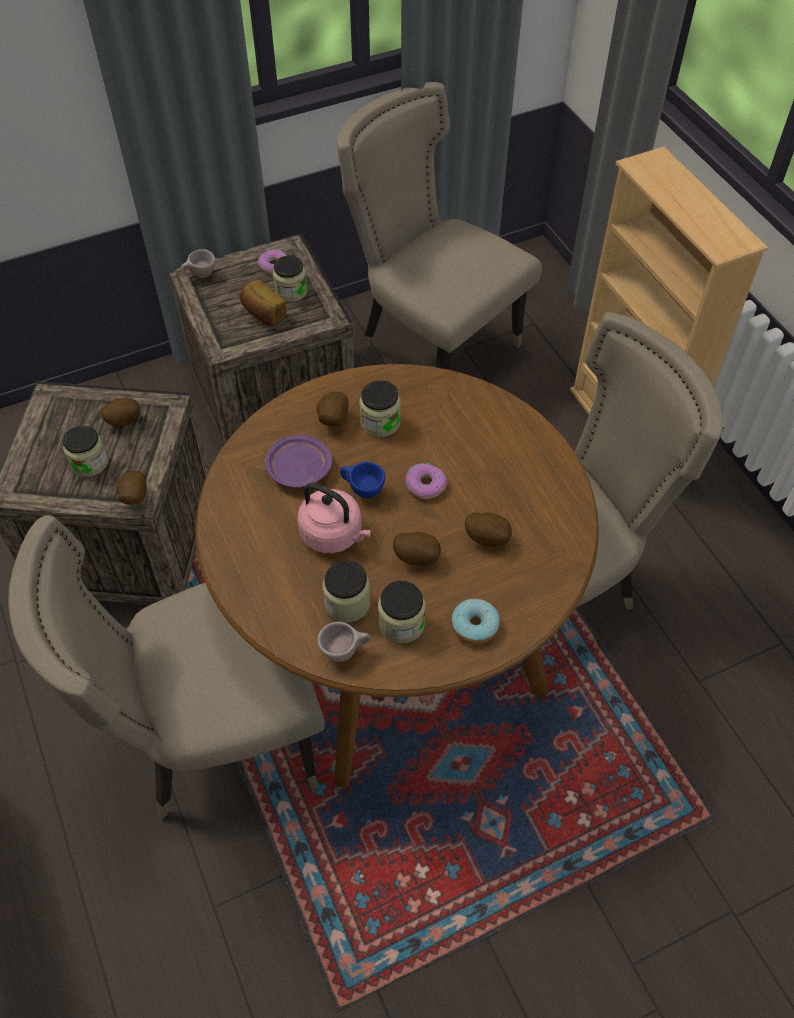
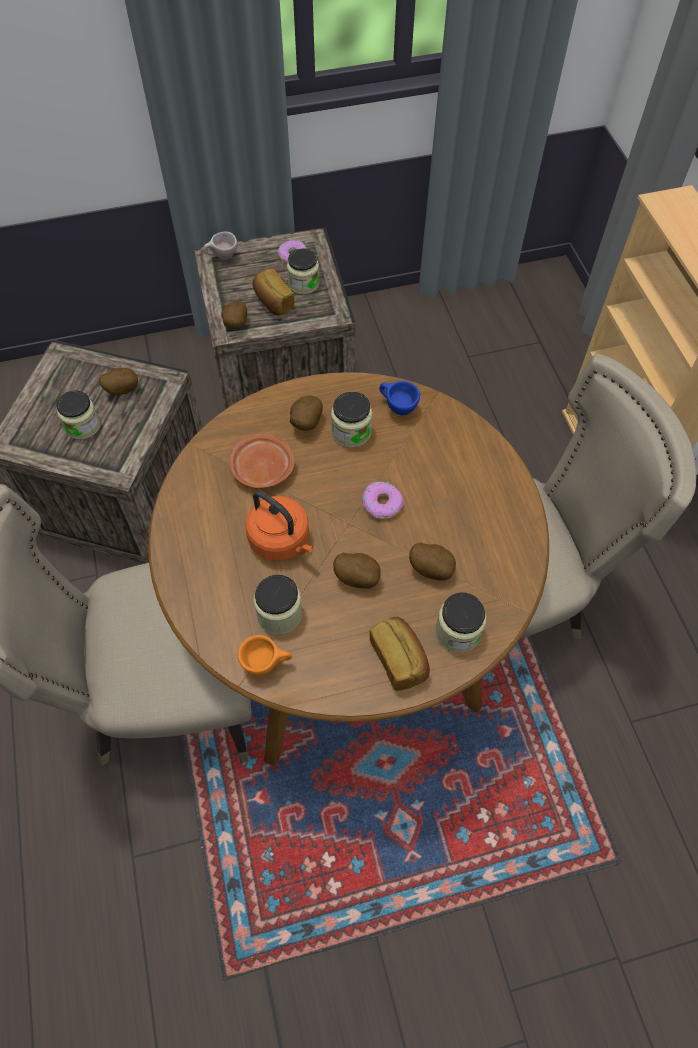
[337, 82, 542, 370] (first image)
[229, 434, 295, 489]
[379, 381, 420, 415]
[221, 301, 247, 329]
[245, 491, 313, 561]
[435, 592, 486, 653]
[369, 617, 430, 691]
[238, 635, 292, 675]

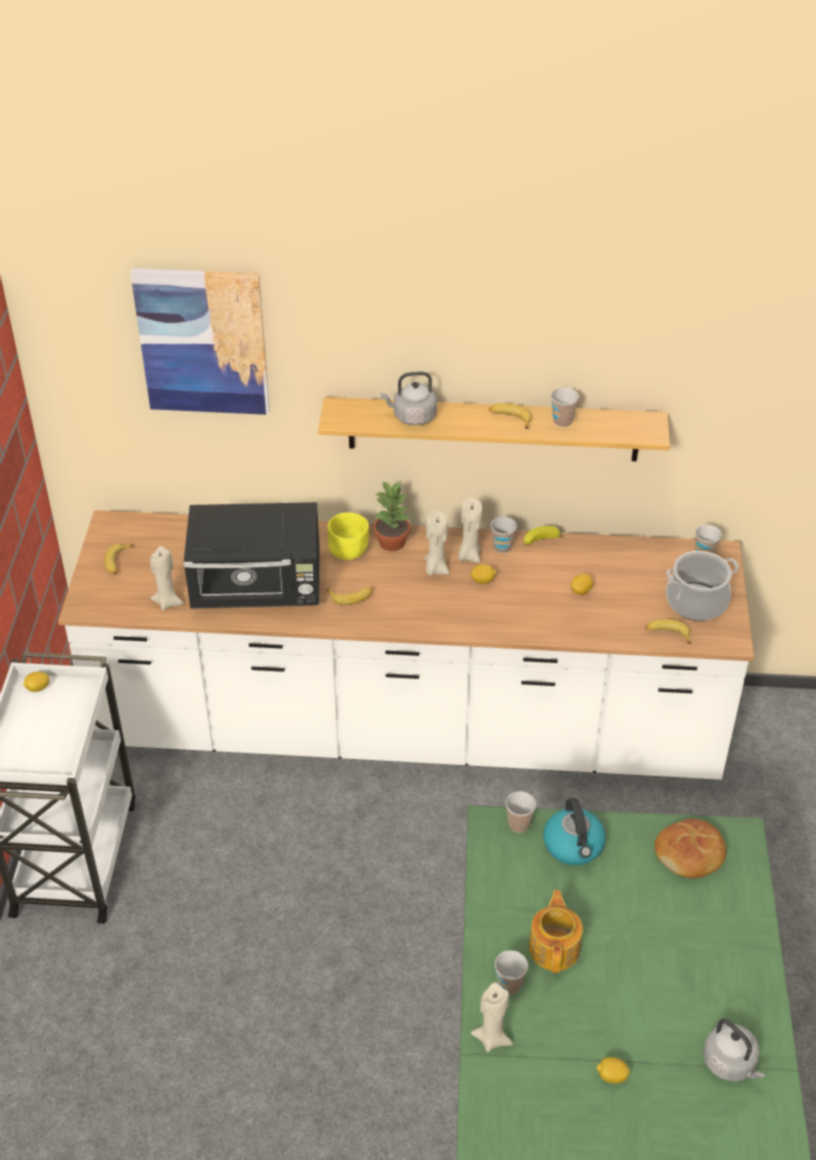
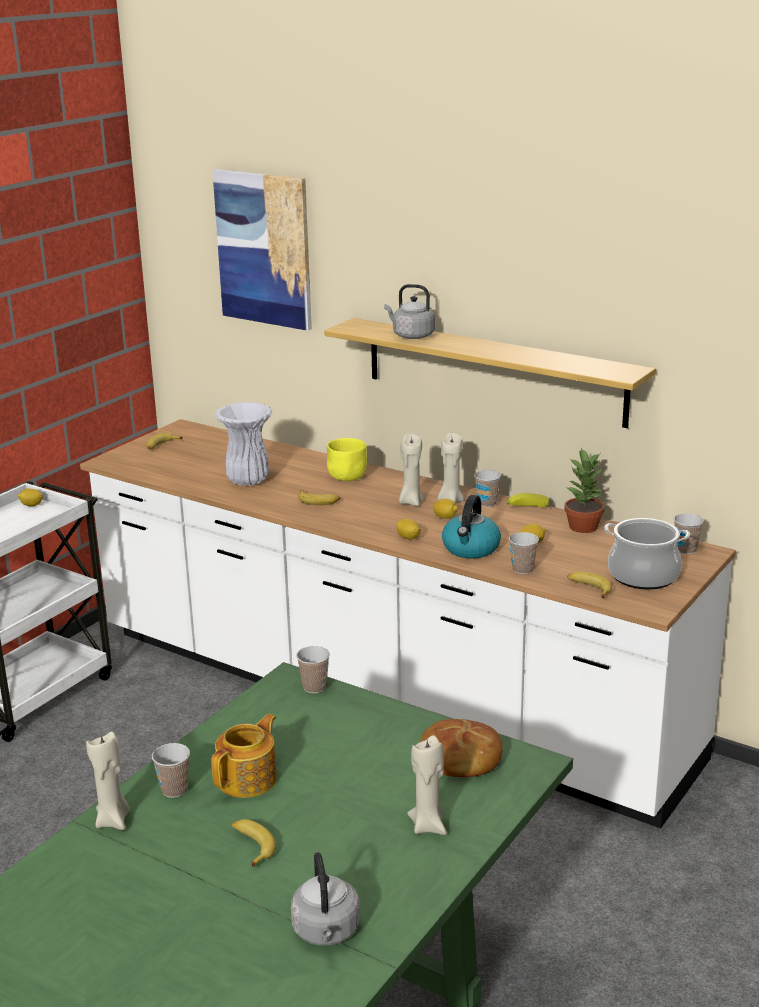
[509, 532, 539, 574]
[232, 819, 276, 867]
[565, 448, 604, 533]
[215, 402, 272, 486]
[407, 735, 447, 835]
[442, 495, 501, 559]
[396, 518, 421, 540]

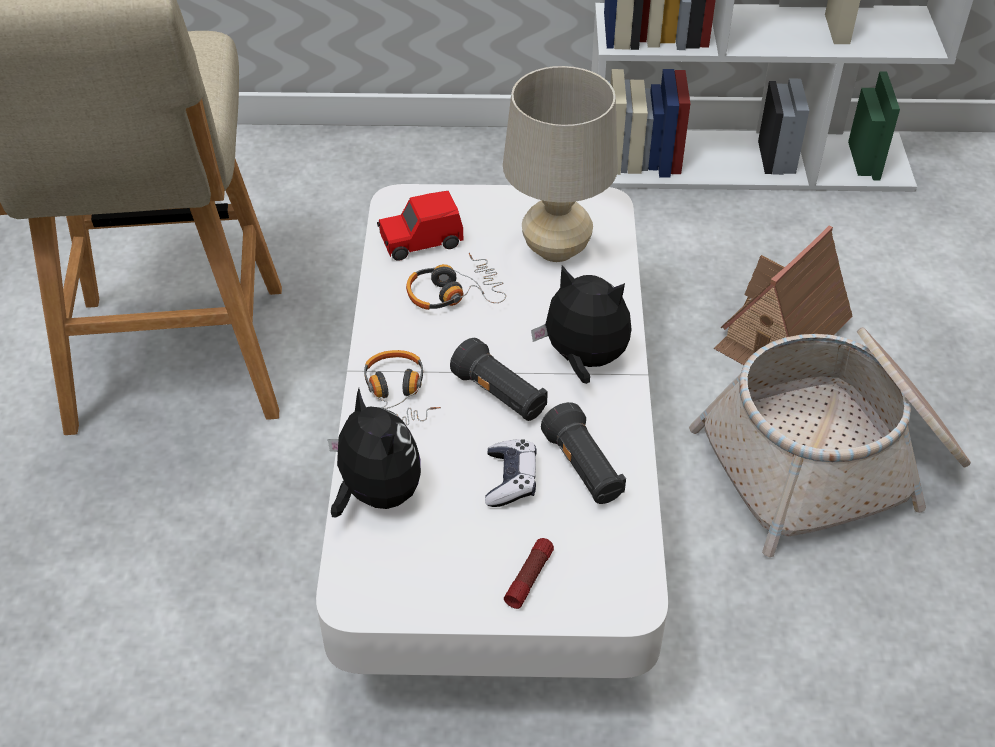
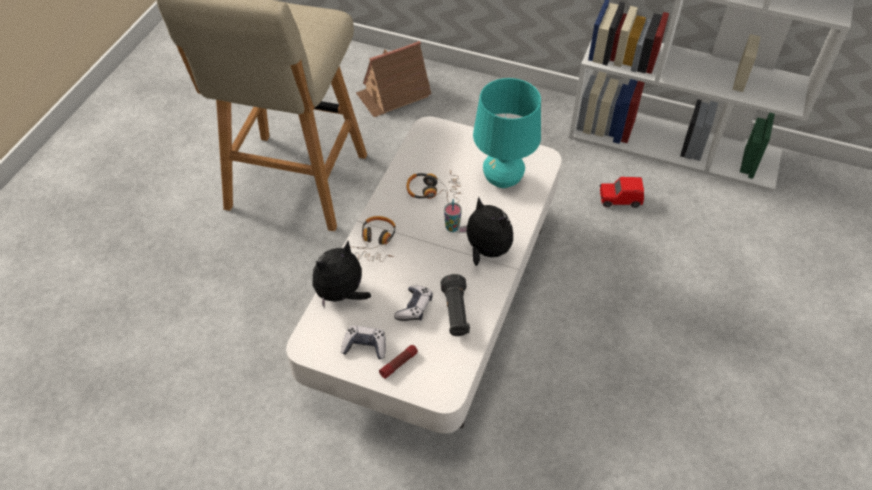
[473, 78, 541, 188]
[600, 177, 644, 208]
[356, 41, 431, 117]
[689, 327, 971, 557] (first image)
[450, 338, 548, 421] (first image)
[312, 241, 371, 309]
[444, 199, 462, 232]
[341, 326, 386, 359]

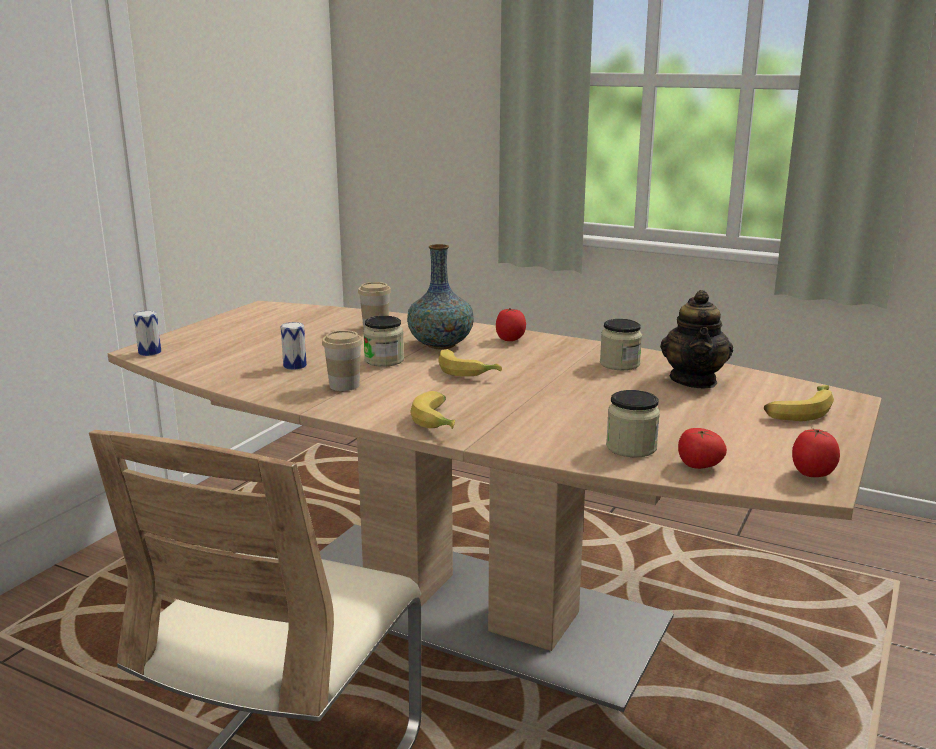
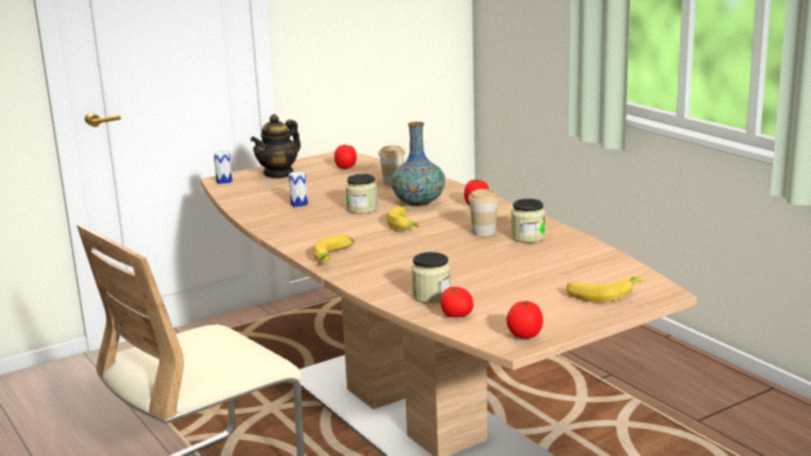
[251, 114, 301, 179]
[468, 189, 499, 236]
[334, 144, 357, 169]

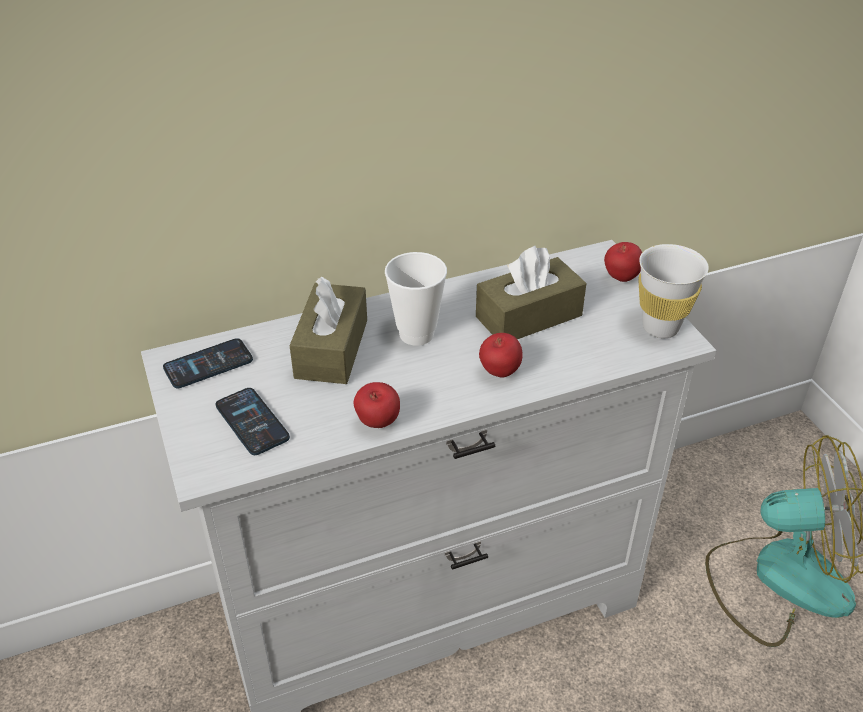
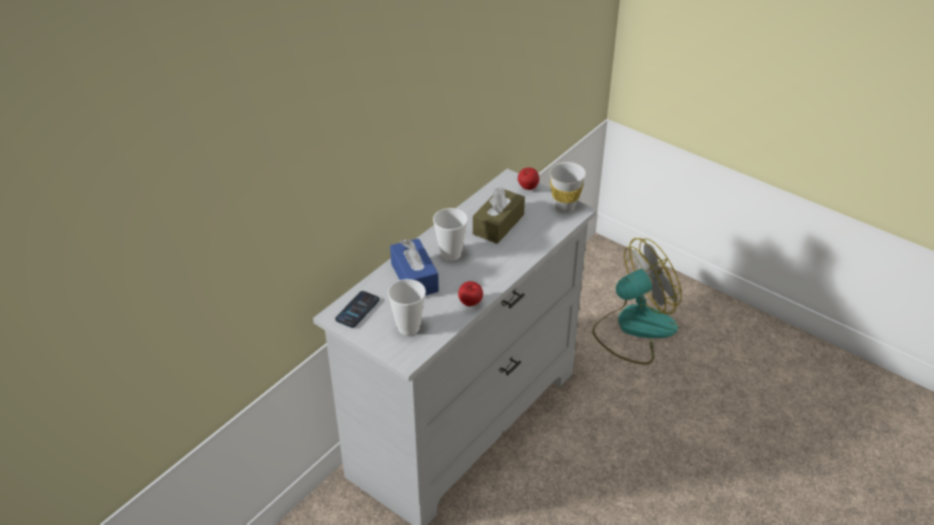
[390, 238, 439, 295]
[479, 333, 523, 378] (first image)
[388, 279, 426, 336]

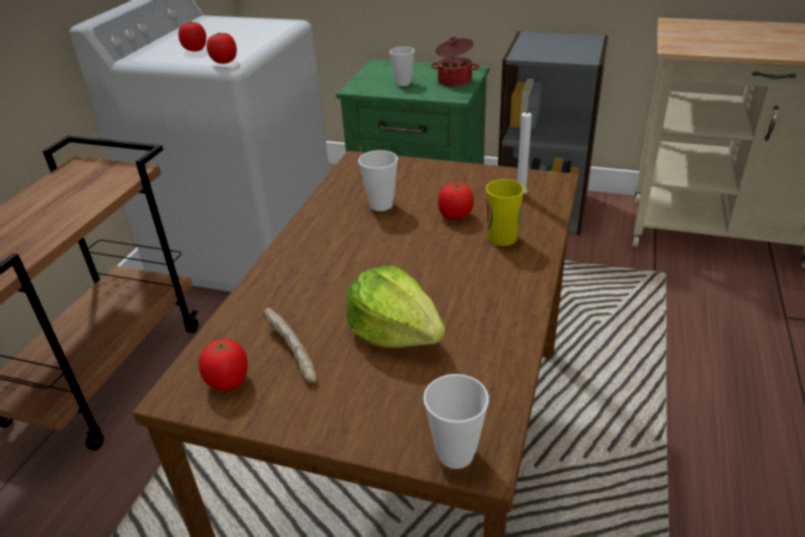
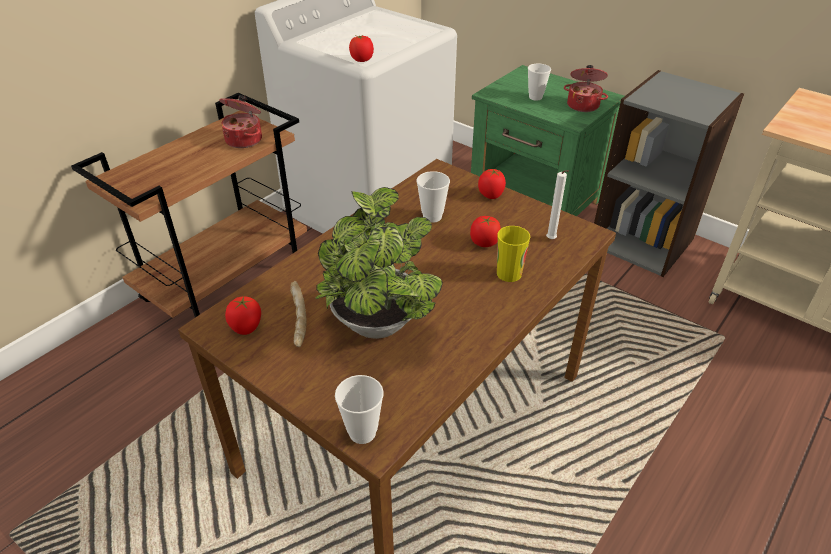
[478, 169, 506, 199]
[316, 187, 443, 339]
[219, 95, 262, 148]

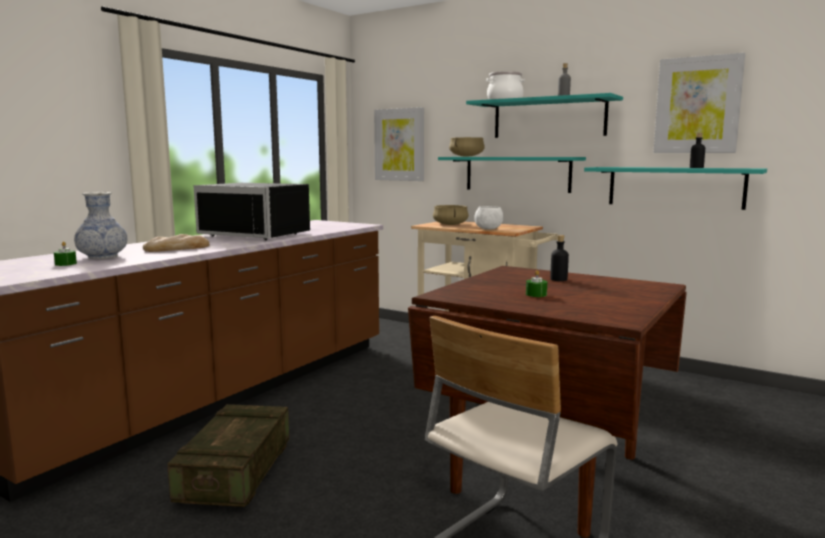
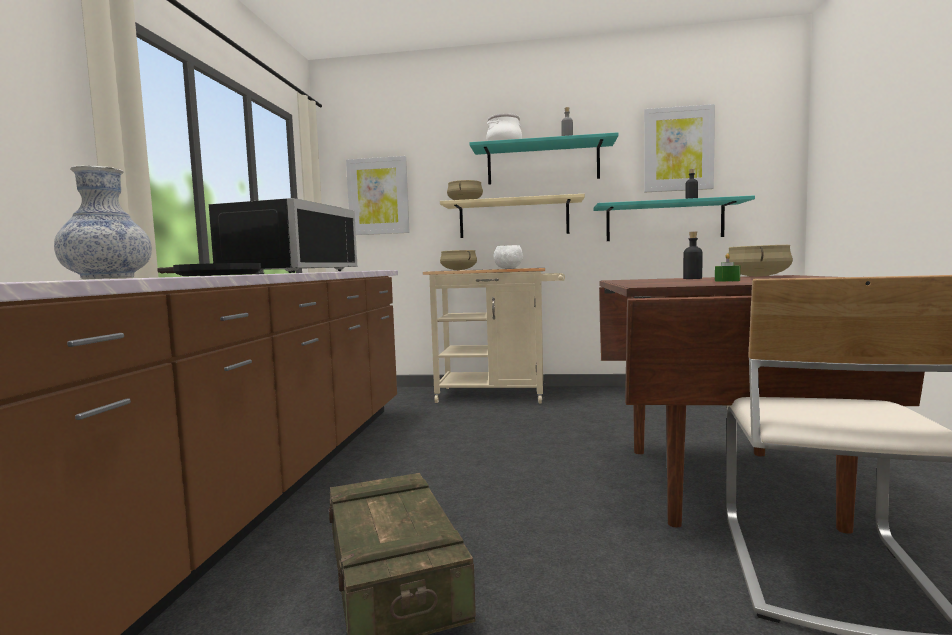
[440, 194, 585, 238]
[209, 198, 357, 275]
[157, 263, 261, 276]
[54, 241, 77, 266] (first image)
[728, 245, 793, 277]

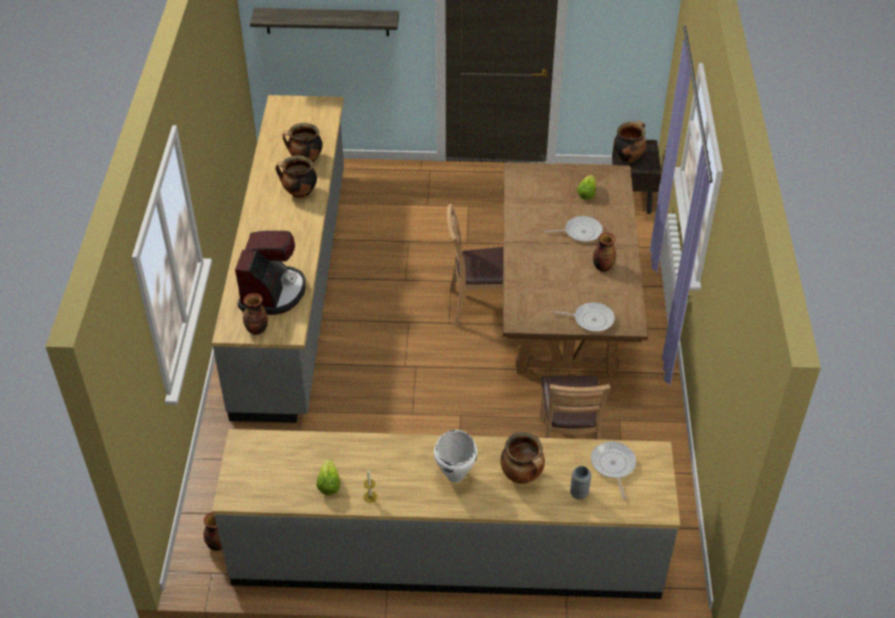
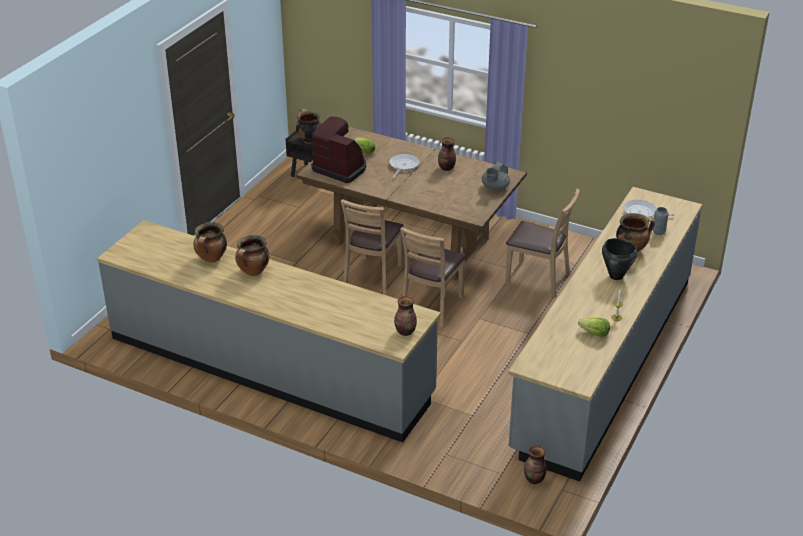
[250, 8, 399, 36] (first image)
[311, 117, 366, 183]
[482, 161, 510, 191]
[602, 238, 637, 280]
[400, 227, 466, 327]

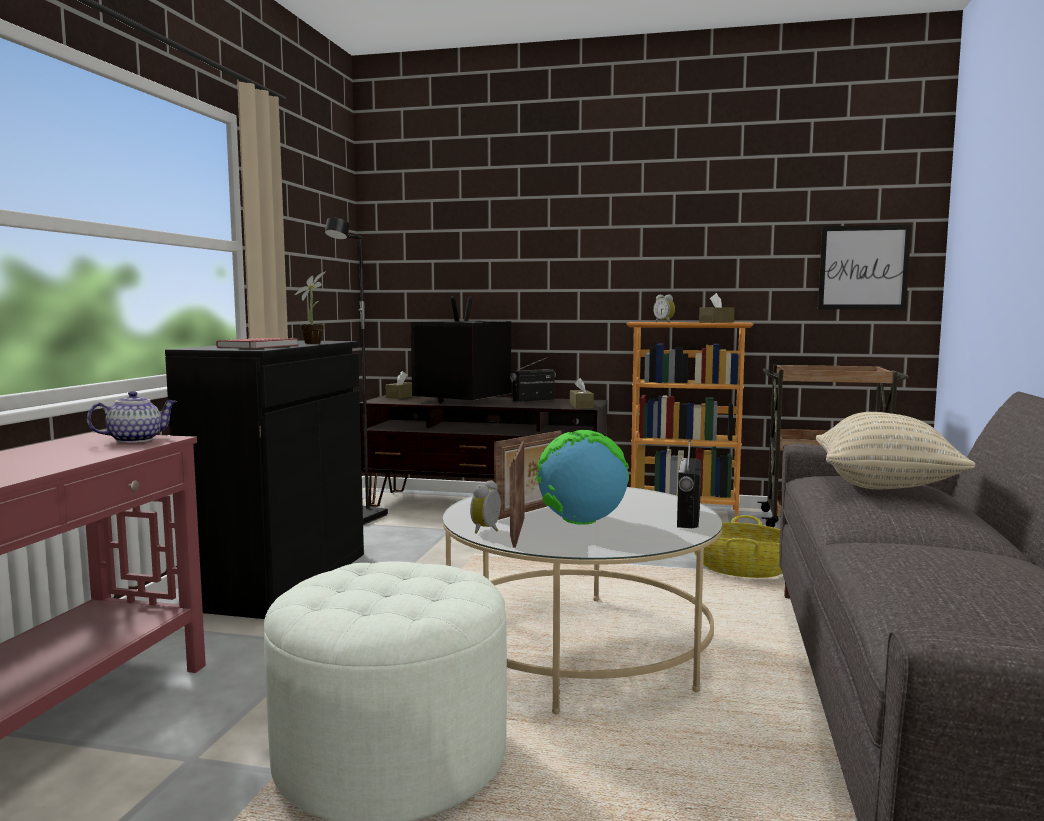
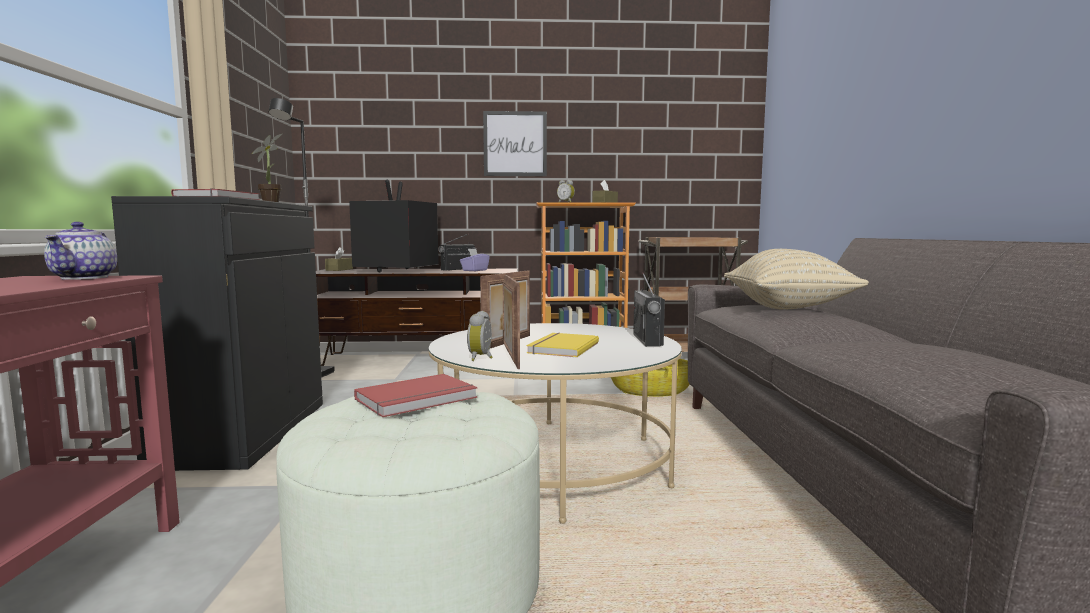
[483, 111, 547, 176]
[570, 378, 594, 409] (first image)
[44, 222, 117, 280]
[527, 333, 599, 357]
[460, 249, 490, 271]
[354, 374, 478, 417]

